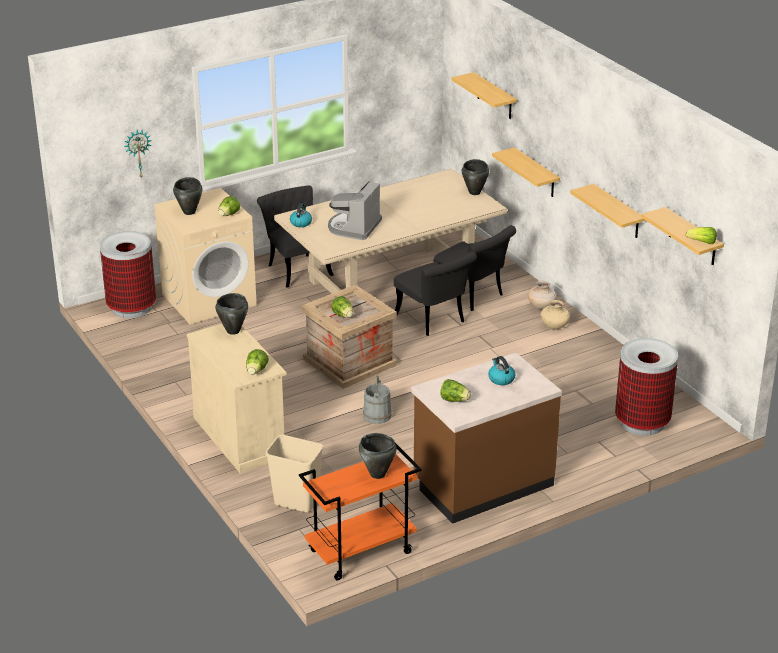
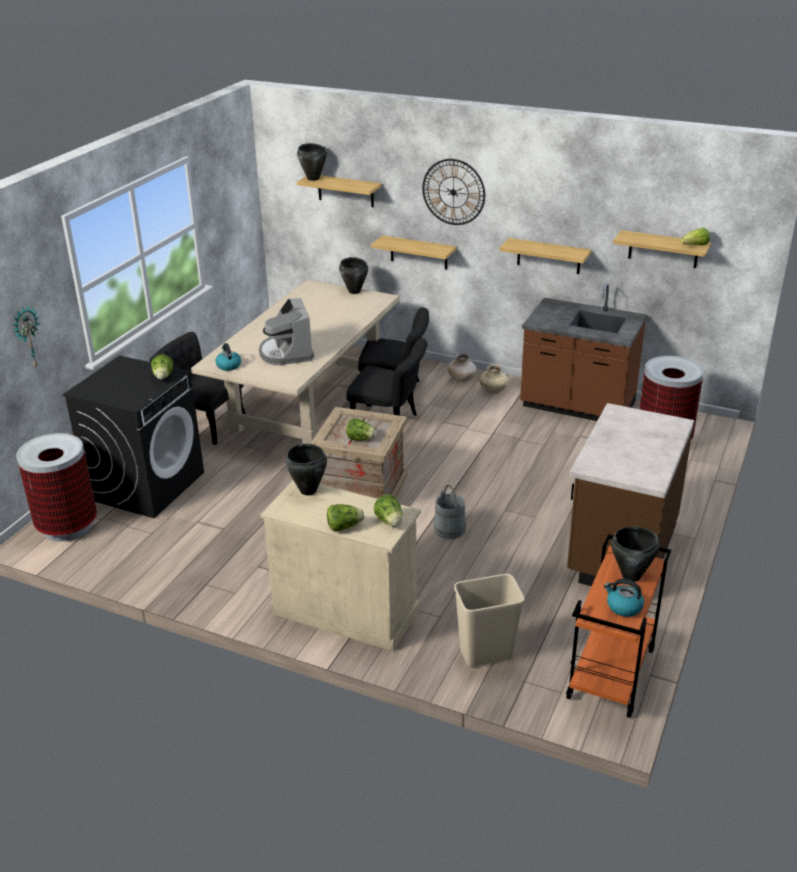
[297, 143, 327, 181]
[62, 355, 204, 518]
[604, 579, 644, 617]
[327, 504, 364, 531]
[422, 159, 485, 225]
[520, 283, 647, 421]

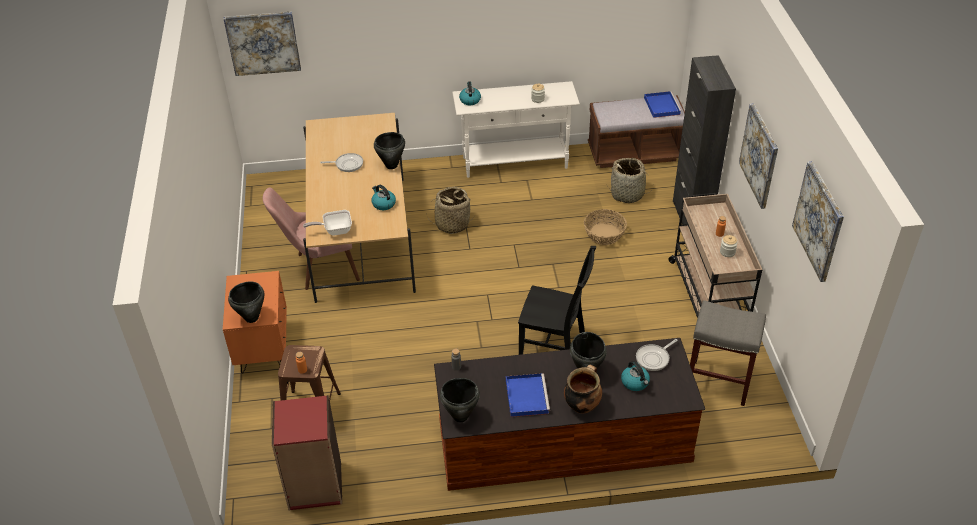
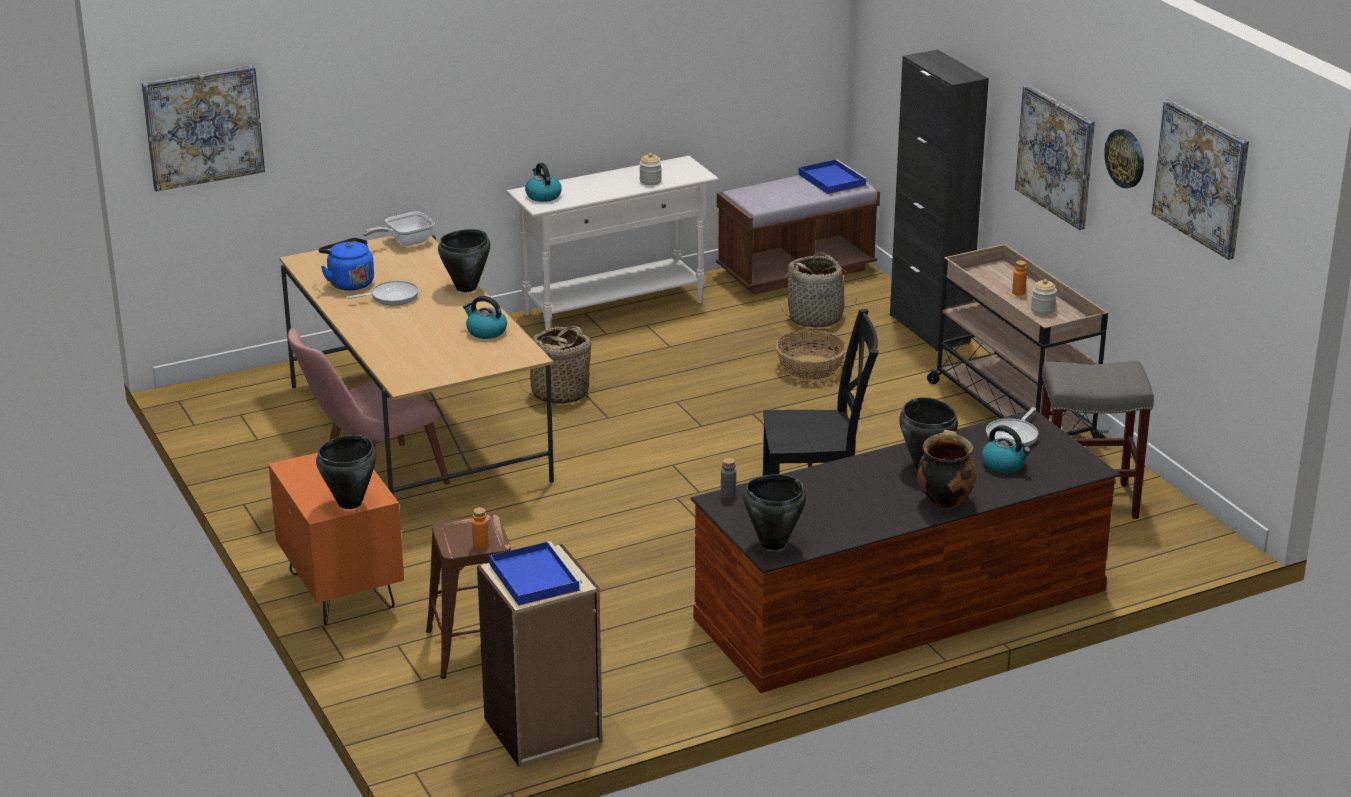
[363, 211, 435, 246]
[489, 541, 582, 606]
[477, 544, 602, 767]
[1104, 129, 1144, 188]
[319, 238, 374, 291]

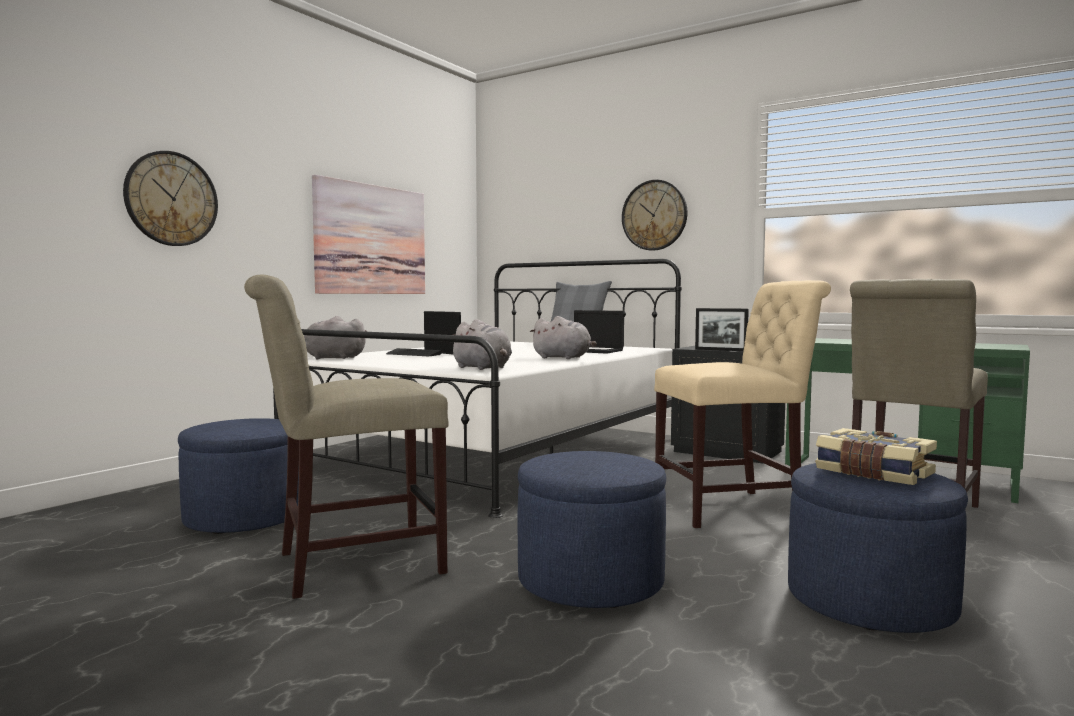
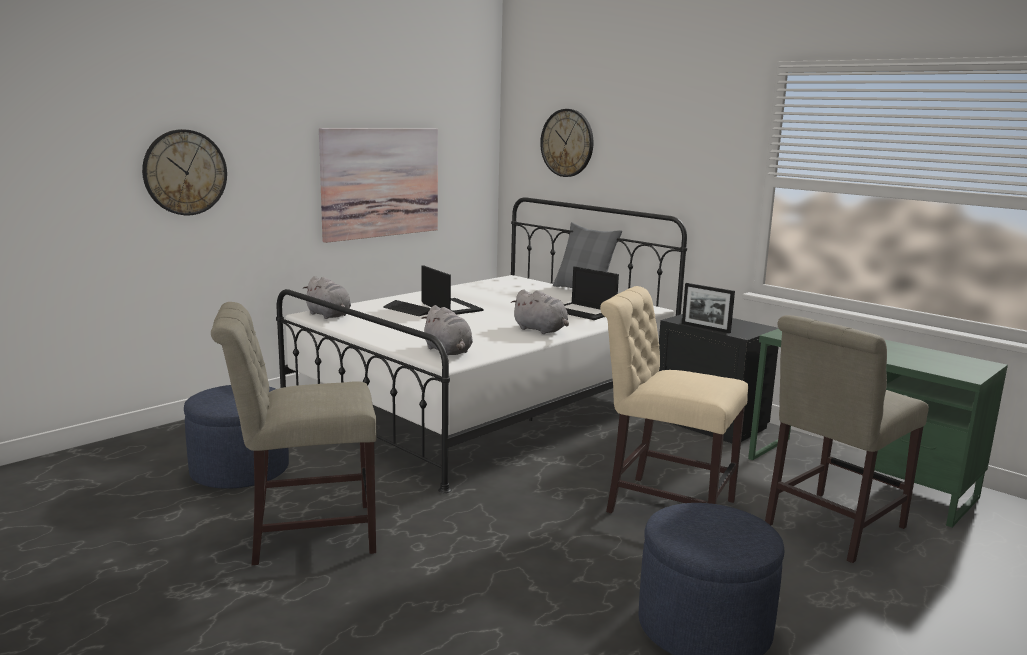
[540, 109, 594, 177]
[600, 286, 748, 513]
[303, 276, 351, 319]
[815, 428, 937, 485] (first image)
[518, 451, 666, 608] (first image)

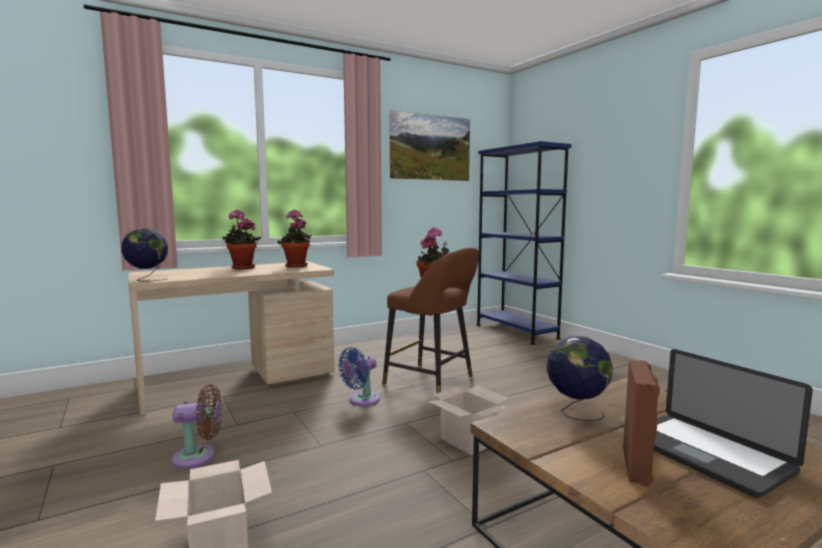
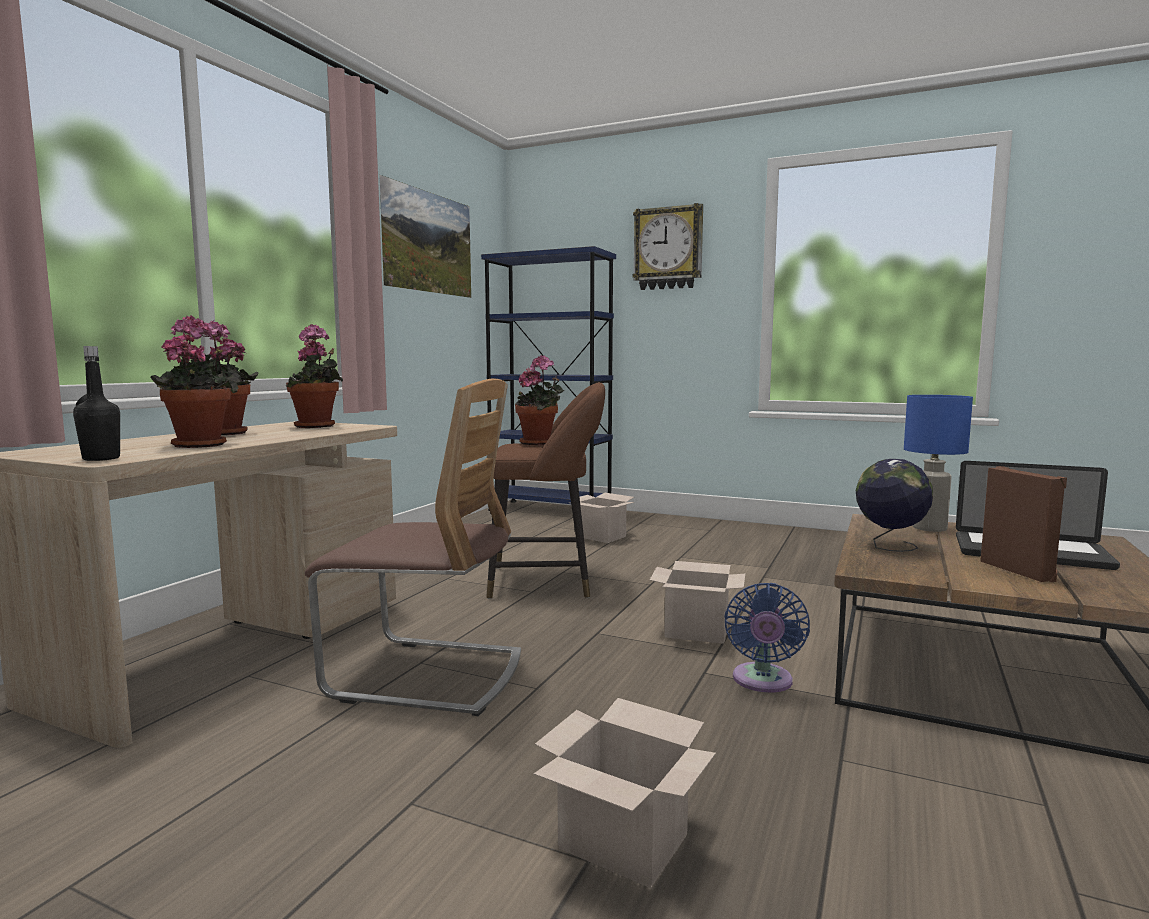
[73, 346, 120, 461]
[724, 583, 810, 693]
[172, 384, 222, 468] (first image)
[632, 203, 703, 290]
[150, 315, 238, 448]
[305, 379, 521, 716]
[904, 395, 973, 532]
[570, 493, 634, 543]

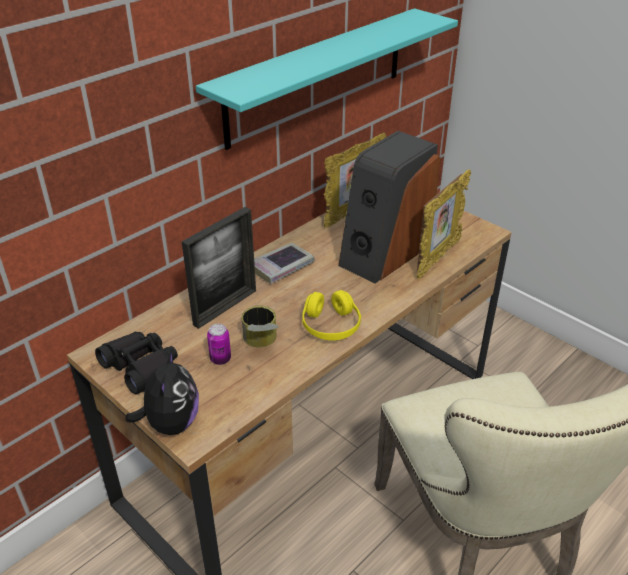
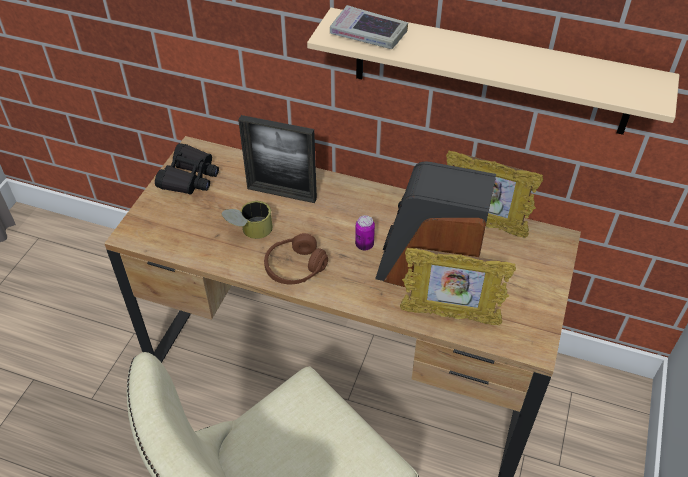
[307, 8, 679, 135]
[330, 5, 408, 49]
[264, 233, 328, 284]
[355, 215, 375, 251]
[125, 348, 199, 435] (first image)

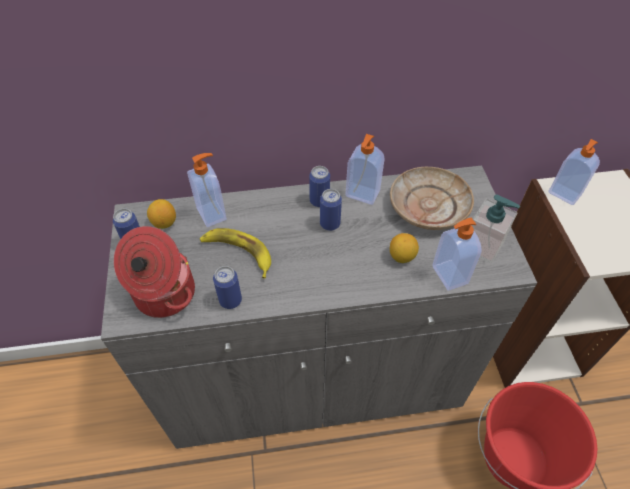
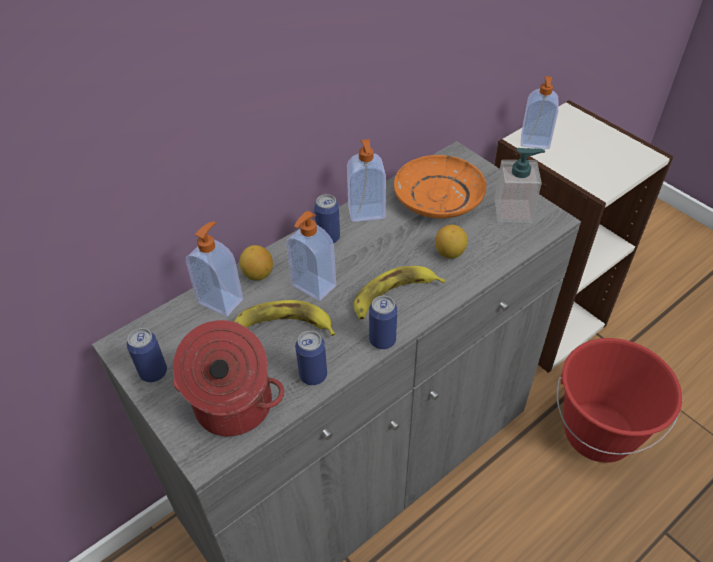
[394, 155, 486, 218]
[369, 296, 397, 349]
[239, 245, 273, 281]
[286, 211, 336, 301]
[354, 266, 446, 320]

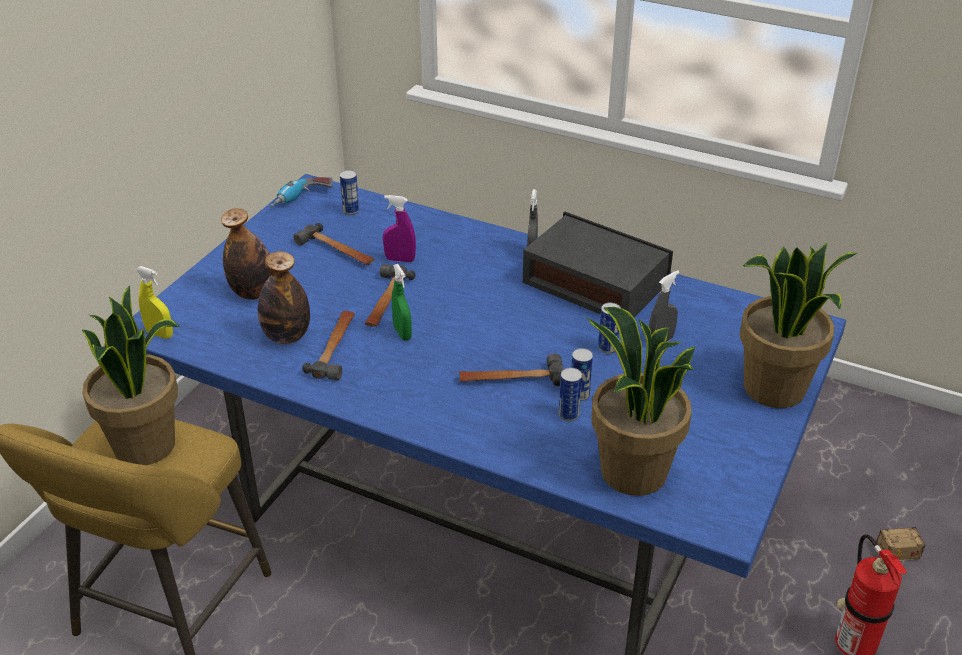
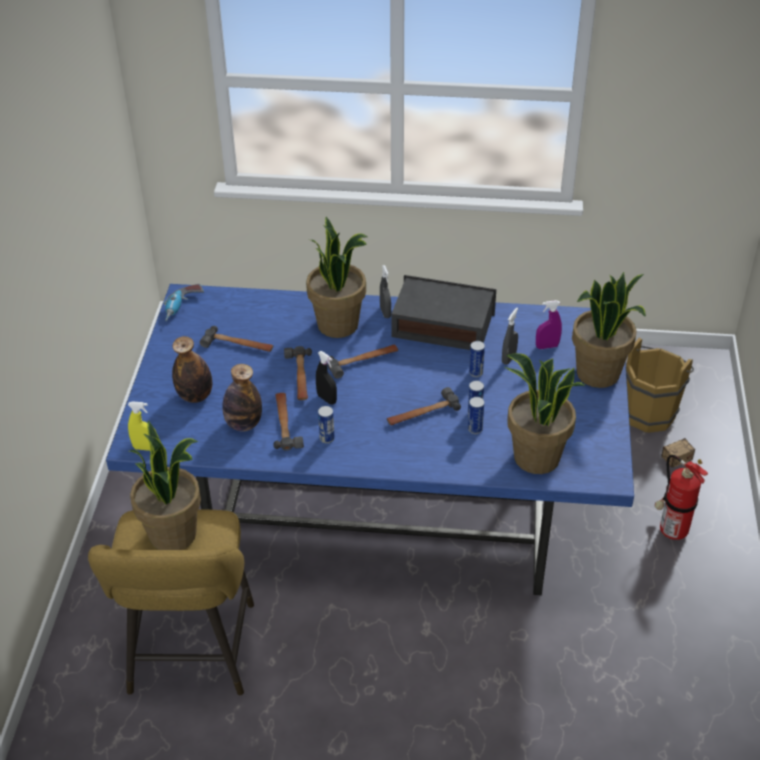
[318, 406, 335, 444]
[536, 300, 562, 349]
[316, 351, 337, 405]
[306, 217, 367, 338]
[626, 337, 694, 433]
[328, 344, 398, 379]

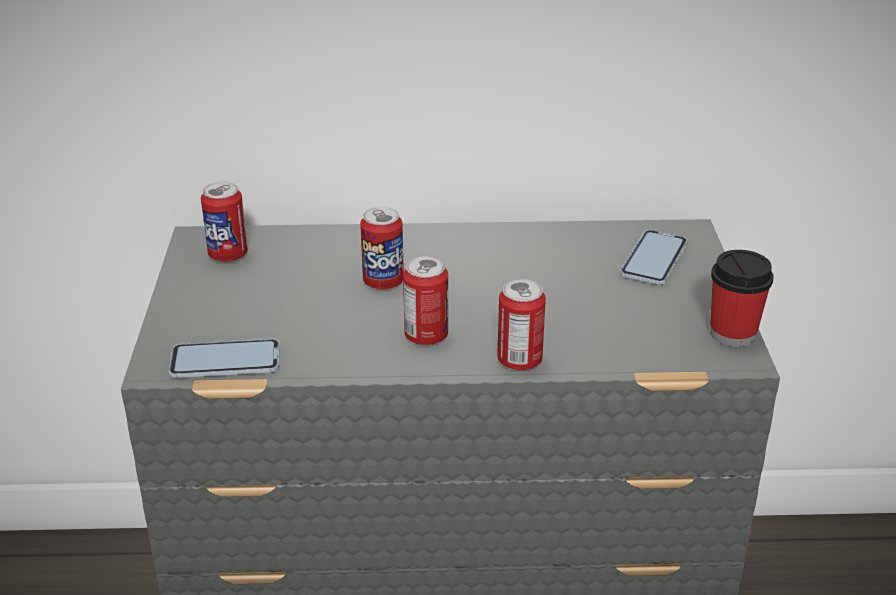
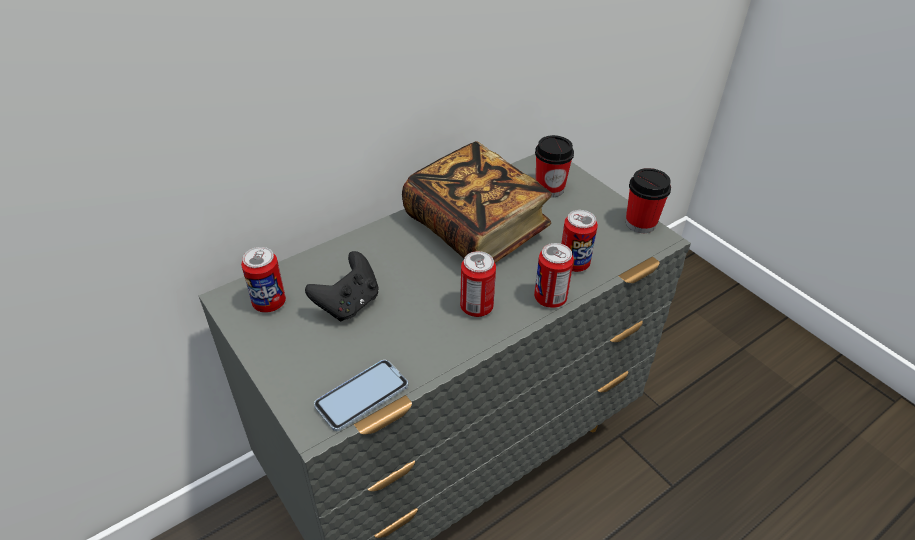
[561, 210, 598, 272]
[535, 135, 574, 198]
[402, 141, 552, 263]
[305, 251, 378, 321]

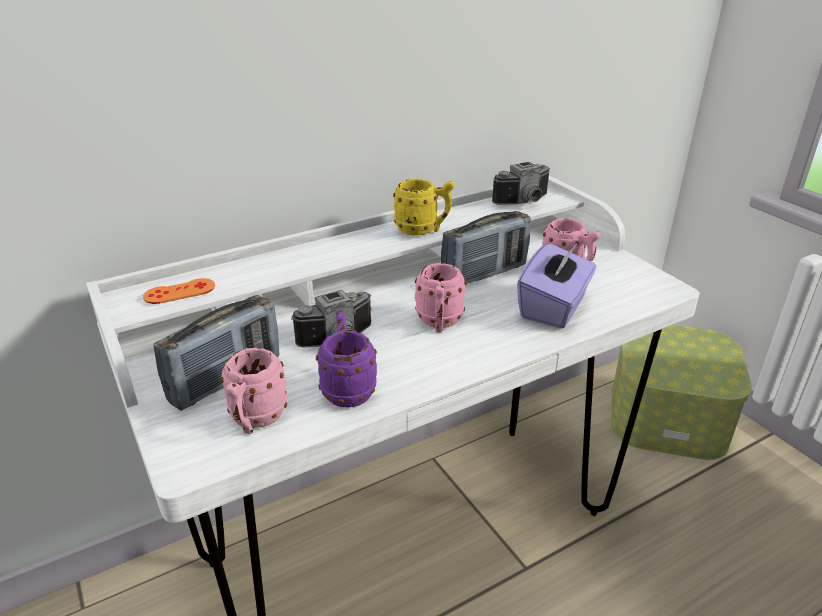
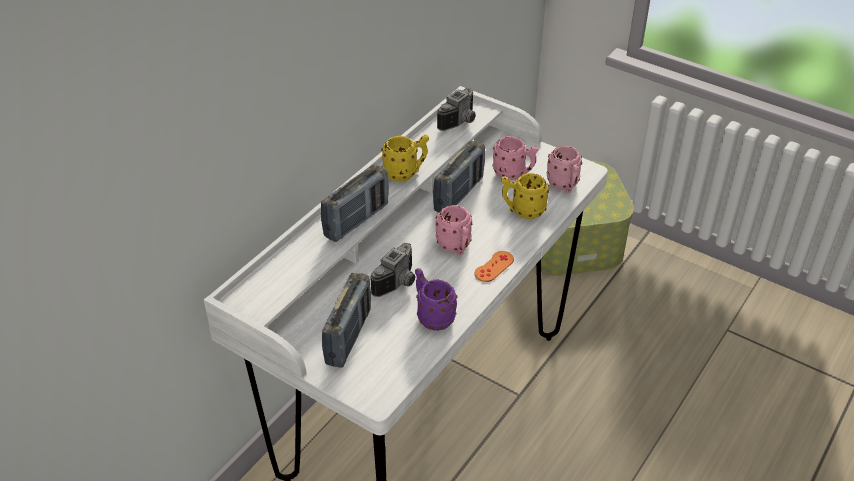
[501, 173, 549, 219]
[475, 251, 514, 282]
[547, 146, 582, 193]
[321, 164, 389, 242]

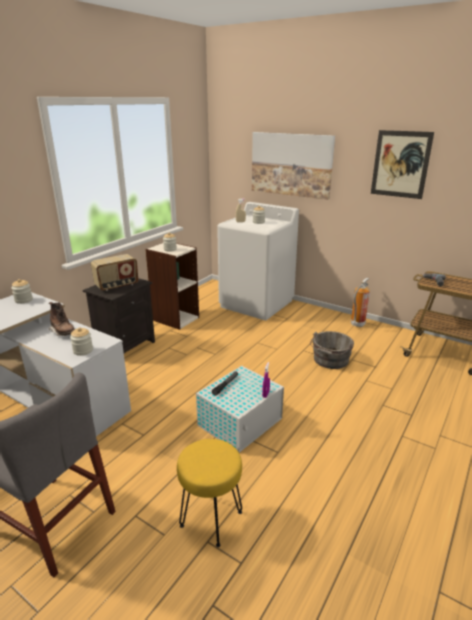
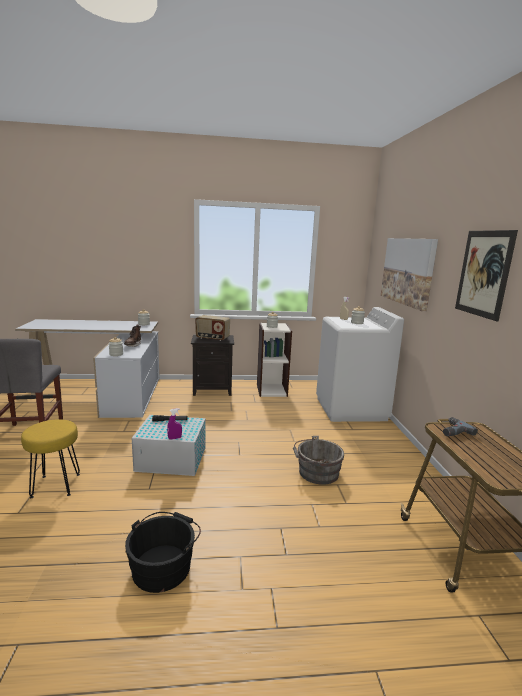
[351, 278, 370, 327] (first image)
[125, 512, 201, 593]

